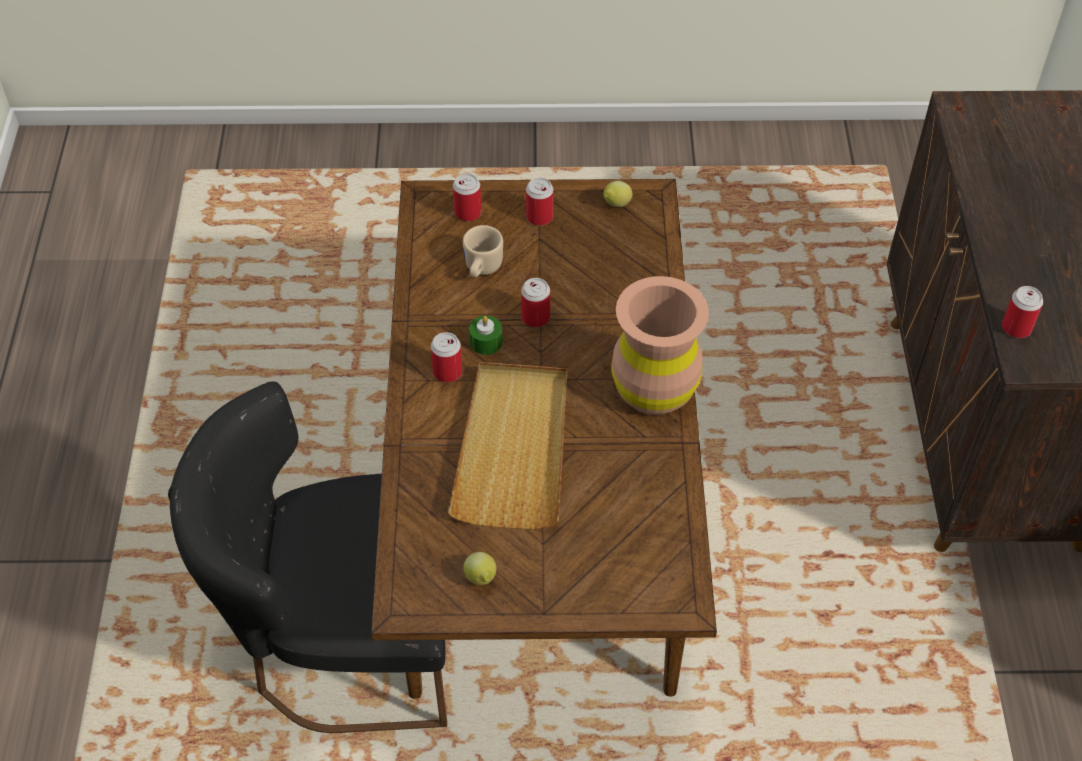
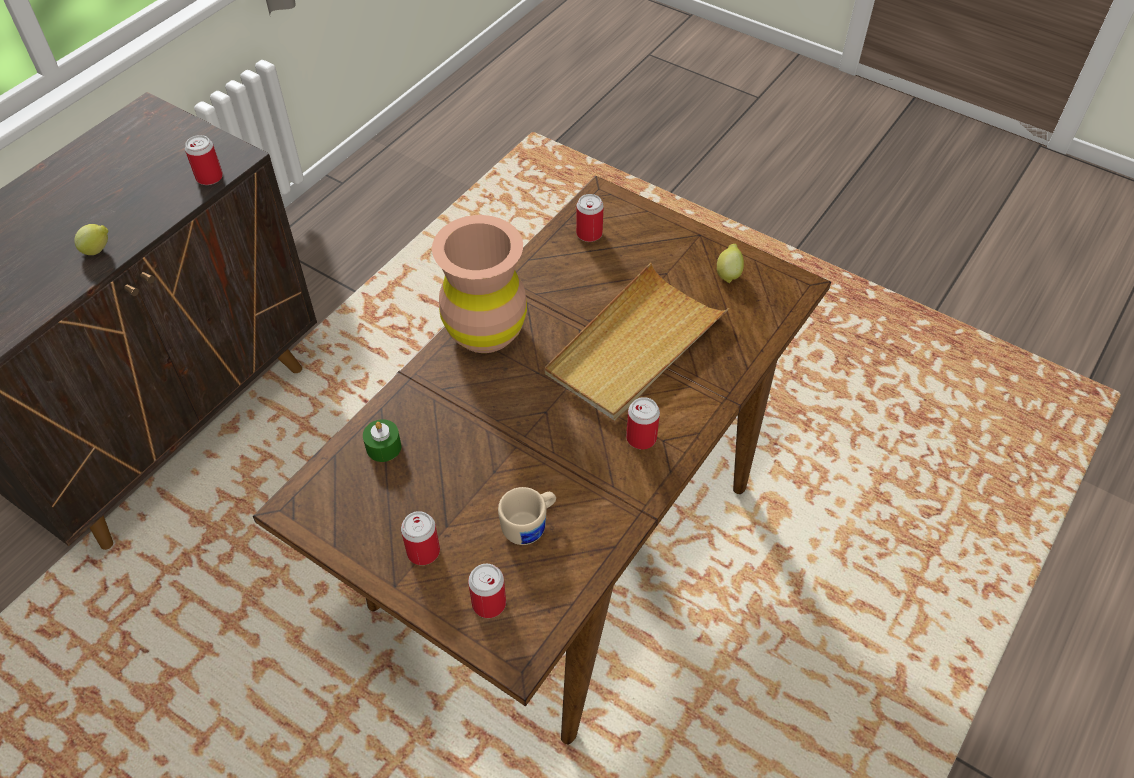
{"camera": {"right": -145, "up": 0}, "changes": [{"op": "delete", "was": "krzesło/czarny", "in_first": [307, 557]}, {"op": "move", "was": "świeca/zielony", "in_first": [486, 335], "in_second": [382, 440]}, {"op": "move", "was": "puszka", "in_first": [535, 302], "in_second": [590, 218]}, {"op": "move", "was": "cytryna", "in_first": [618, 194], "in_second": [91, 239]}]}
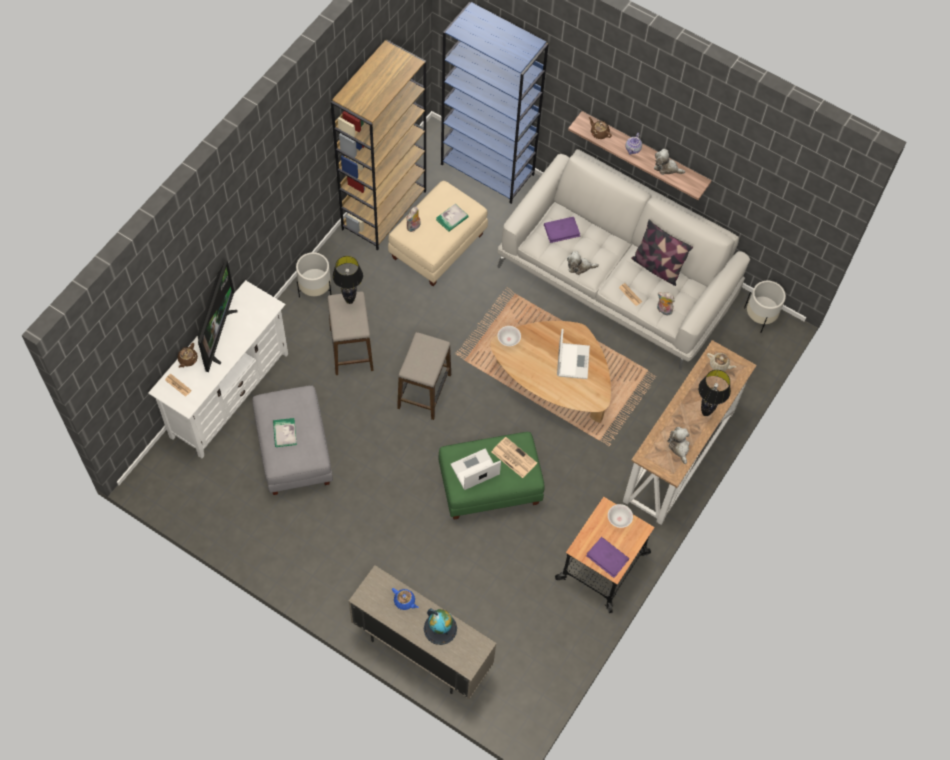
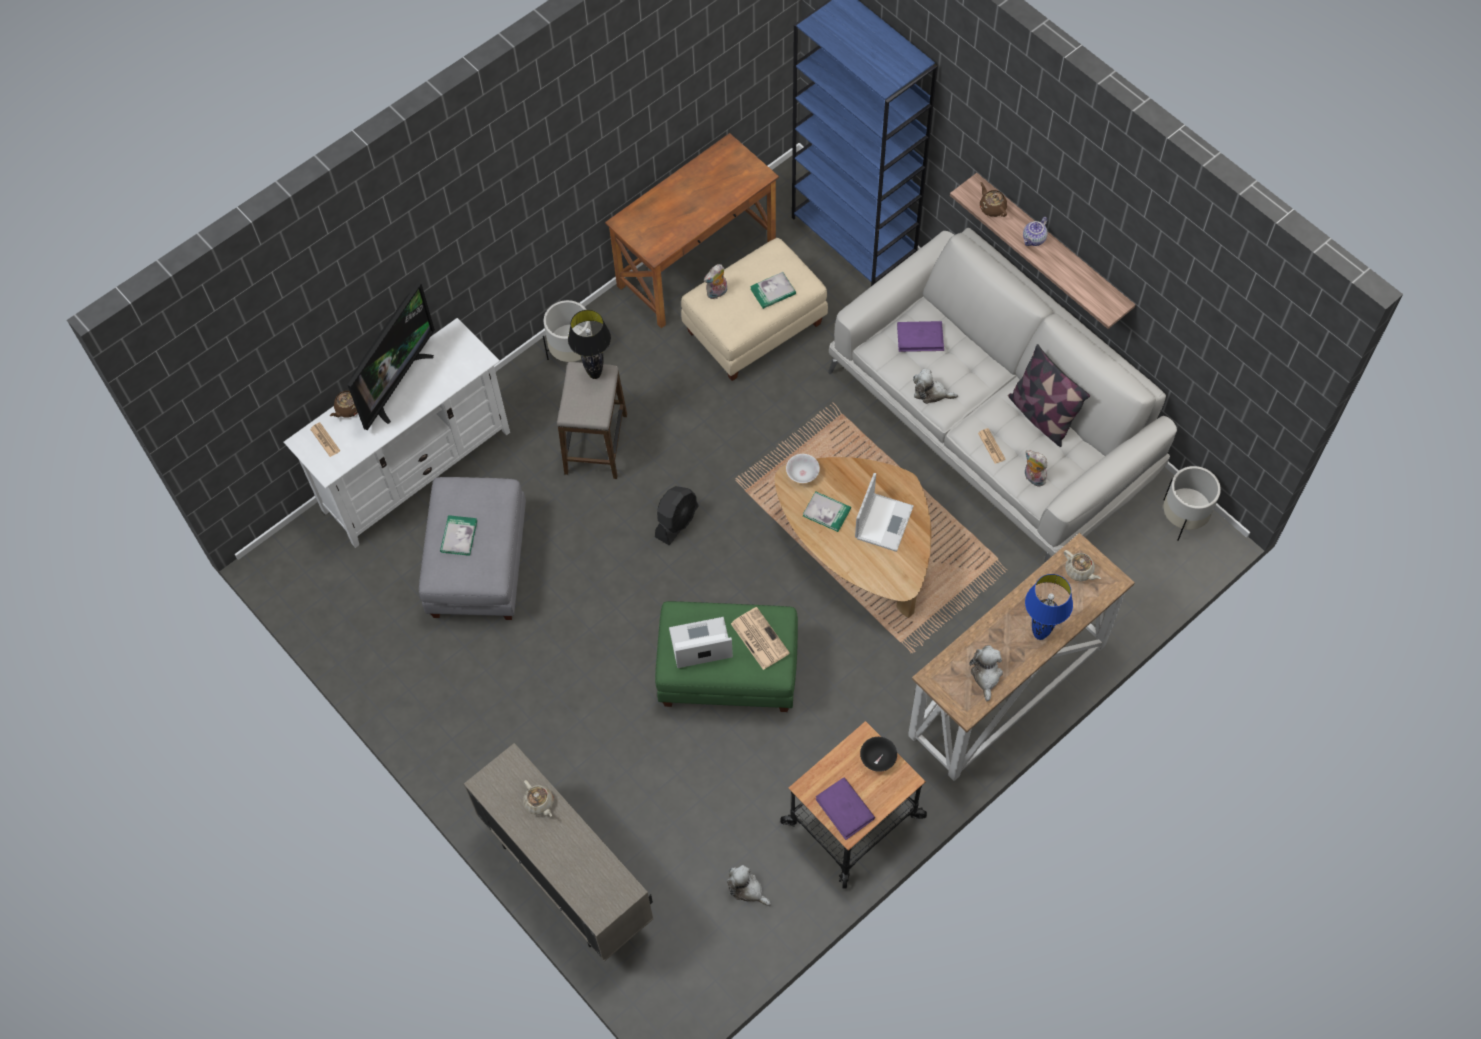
{"camera": {"right": 20, "up": 0}, "changes": [{"op": "delete", "was": "globus", "in_first": [440, 626]}, {"op": "insert", "now": "książka", "in_second": [827, 511]}, {"op": "move", "was": "pluszak", "in_first": [669, 162], "in_second": [749, 885]}, {"op": "replace", "was": "regał/brązowy", "now": "biurko/brązowy", "in_first": [378, 145], "in_second": [692, 230]}, {"op": "replace", "was": "stołek", "now": "wentylator/czarny", "in_first": [424, 376], "in_second": [677, 515]}, {"op": "recolor", "was": "imbryk/niebieski", "now": "imbryk/beżowy", "in_first": [405, 599], "in_second": [538, 798]}, {"op": "recolor", "was": "miska/biały", "now": "miska/czarny", "in_first": [620, 516], "in_second": [878, 754]}, {"op": "recolor", "was": "lampa stołowa/czarny", "now": "lampa stołowa/niebieski", "in_first": [714, 393], "in_second": [1049, 607]}]}
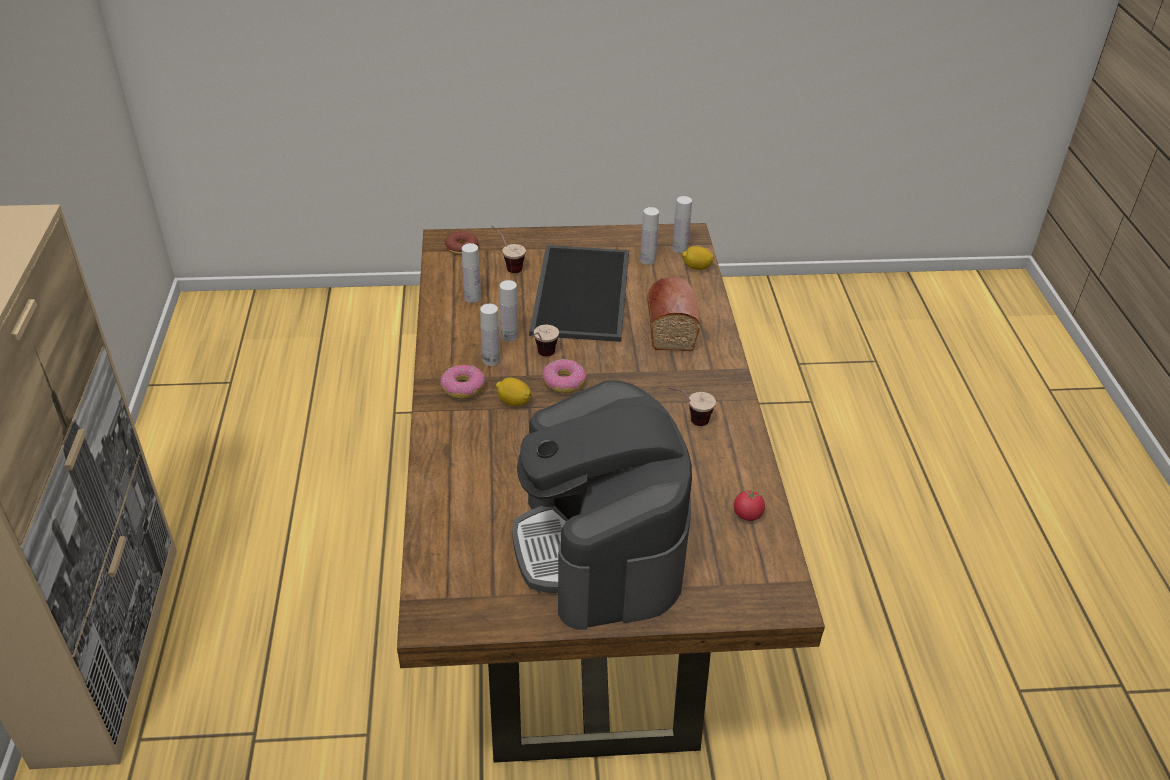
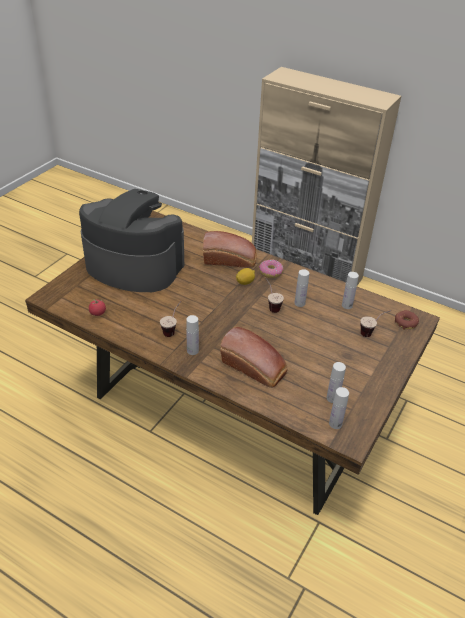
{"camera": {"right": 125, "up": 0}, "changes": [{"op": "delete", "was": "taca", "in_first": [579, 293]}, {"op": "delete", "was": "donut", "in_first": [564, 376]}, {"op": "delete", "was": "cytryna", "in_first": [698, 258]}, {"op": "insert", "now": "chleb", "in_second": [230, 249]}, {"op": "move", "was": "butelka/biały", "in_first": [490, 335], "in_second": [192, 335]}]}
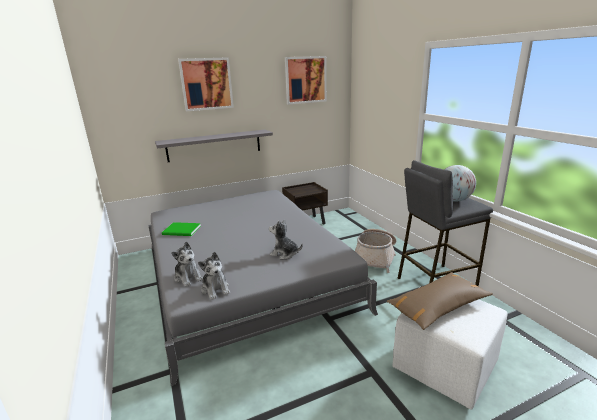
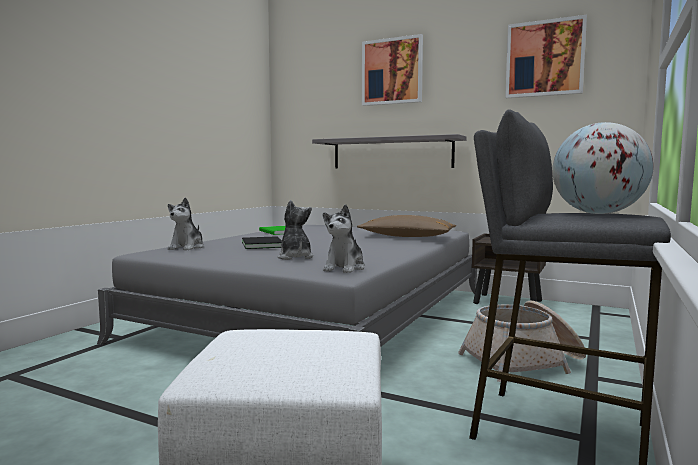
{"camera": {"right": 50, "up": -15}, "changes": [{"op": "insert", "now": "książka/czarny", "in_second": [262, 242]}, {"op": "move", "was": "pluszak", "in_first": [214, 276], "in_second": [344, 239]}, {"op": "move", "was": "poduszka/brązowy", "in_first": [440, 301], "in_second": [406, 226]}]}
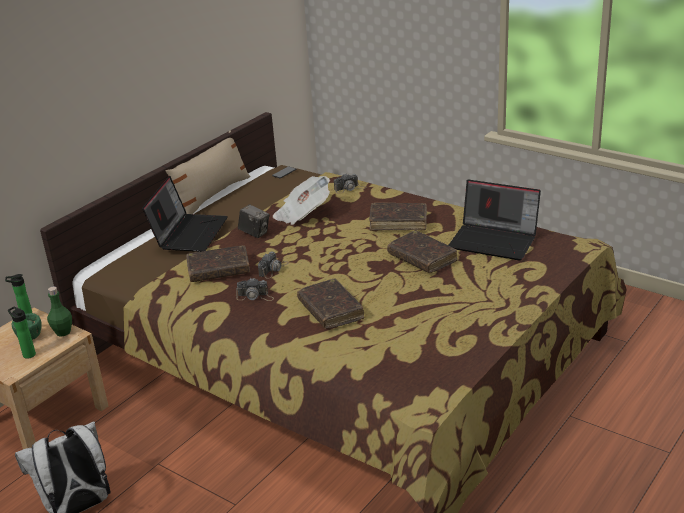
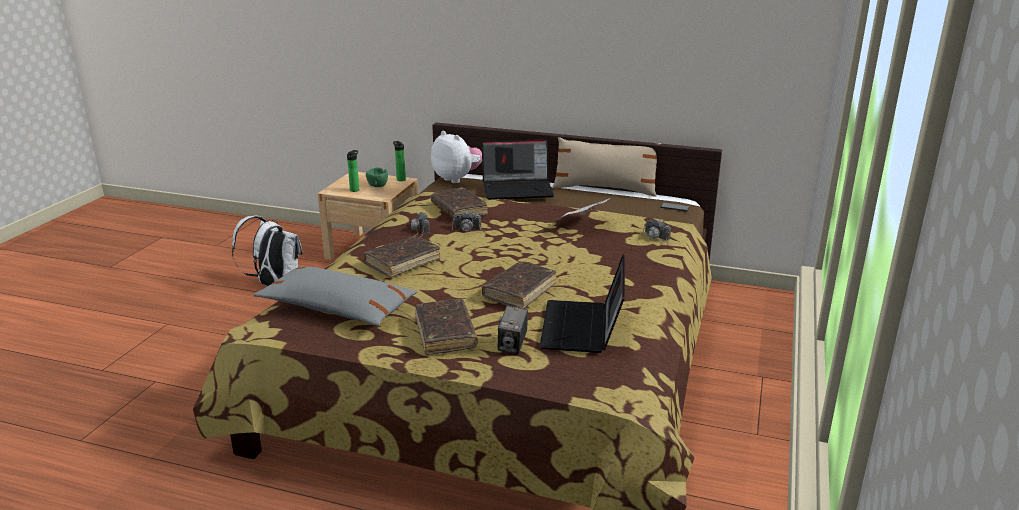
{"camera": {"right": 70, "up": -5}, "changes": [{"op": "delete", "was": "butelka/zielony", "in_first": [59, 311]}, {"op": "insert", "now": "poduszka/szary", "in_second": [335, 296]}, {"op": "insert", "now": "pluszak", "in_second": [456, 157]}, {"op": "move", "was": "aparat fotograficzny", "in_first": [253, 221], "in_second": [513, 330]}, {"op": "move", "was": "książka/brązowy", "in_first": [398, 217], "in_second": [446, 327]}]}
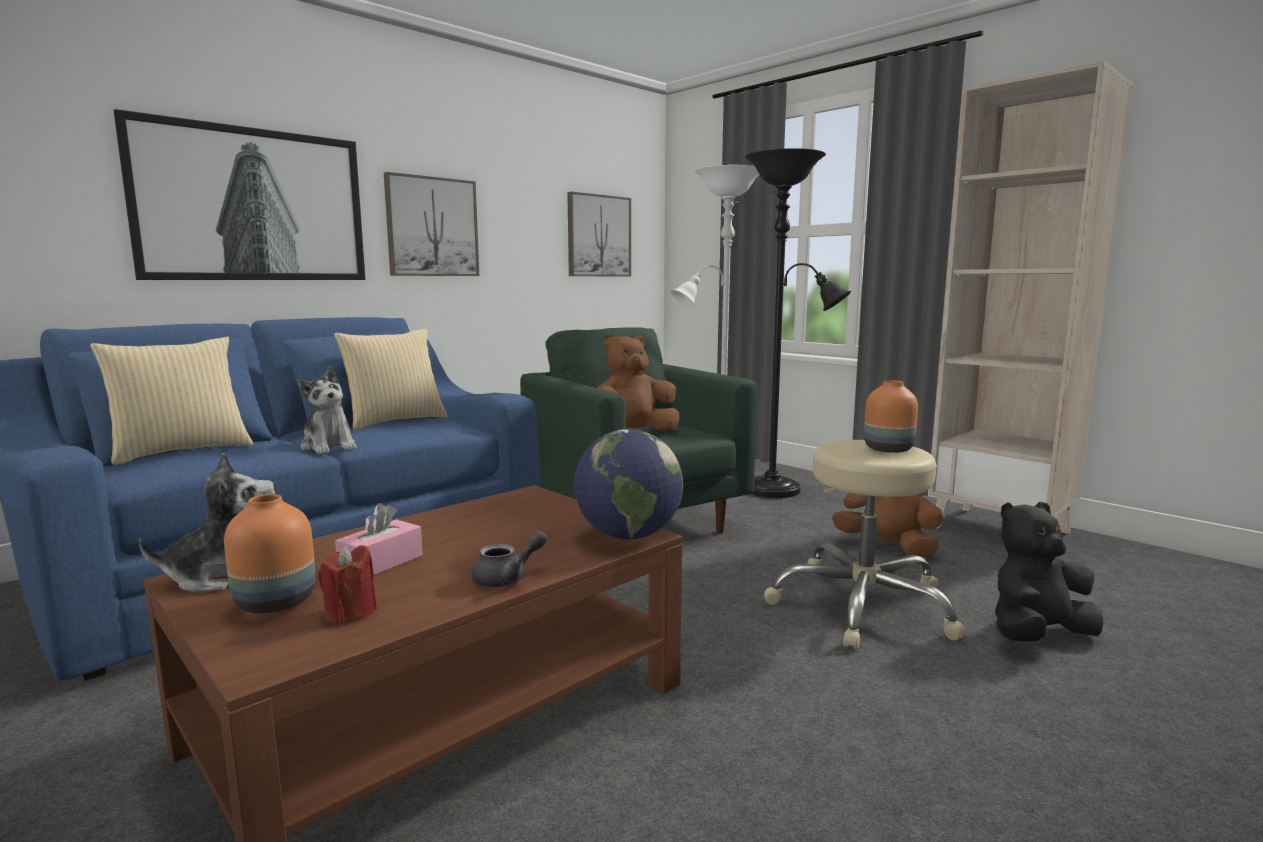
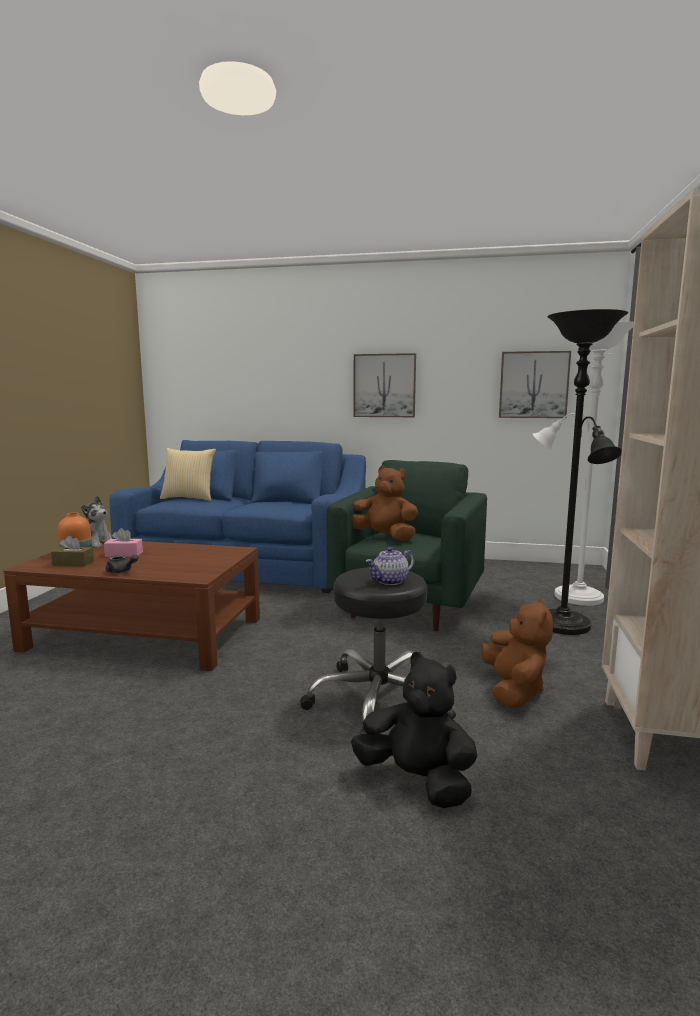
{"camera": {"right": 55, "up": 0}, "changes": [{"op": "delete", "was": "obraz", "in_first": [240, 194]}, {"op": "delete", "was": "pluszak", "in_first": [326, 410]}, {"op": "delete", "was": "poduszka", "in_first": [391, 379]}, {"op": "delete", "was": "globus", "in_first": [628, 484]}, {"op": "replace", "was": "świeca/czerwony", "now": "pudełko chusteczek/brązowy", "in_first": [347, 584], "in_second": [72, 551]}, {"op": "replace", "was": "wazon/pomarańczowy", "now": "imbryk", "in_first": [891, 416], "in_second": [390, 566]}, {"op": "recolor", "was": "stołek/beżowy", "now": "stołek/czarny", "in_first": [865, 544], "in_second": [378, 651]}]}
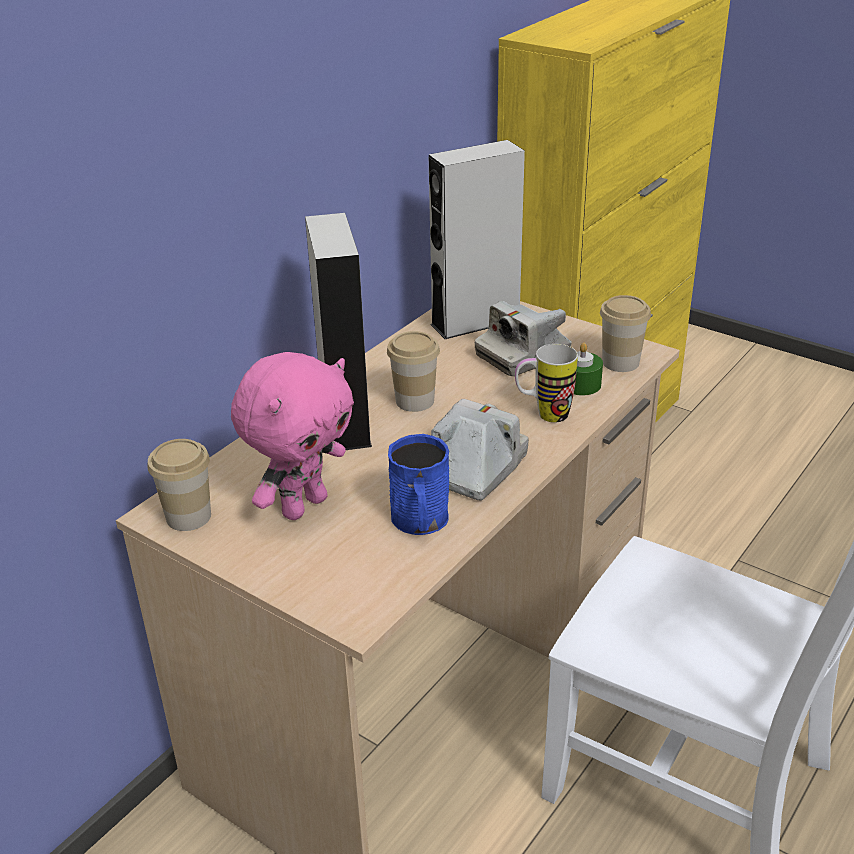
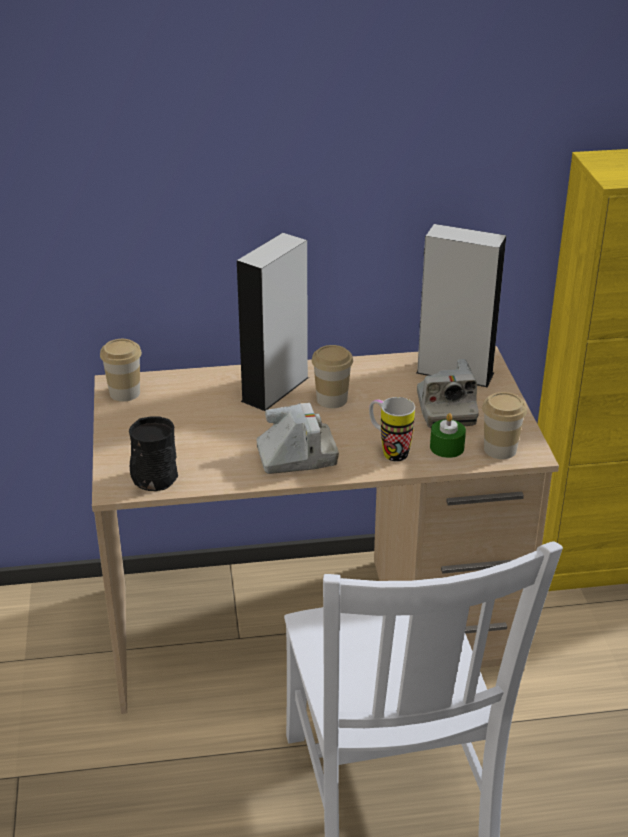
{"camera": {"right": 45, "up": 0}, "changes": [{"op": "delete", "was": "pluszak/różowy", "in_first": [292, 436]}, {"op": "delete", "was": "kubek/niebieski", "in_first": [418, 484]}, {"op": "insert", "now": "kubek/czarny", "in_second": [153, 453]}, {"op": "rotate", "was": "aparat fotograficzny", "in_first": [523, 338], "in_second": [448, 393], "clockwise": -105}]}
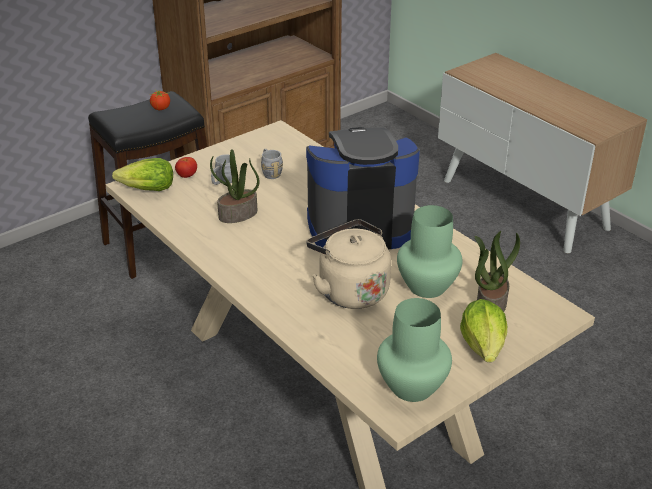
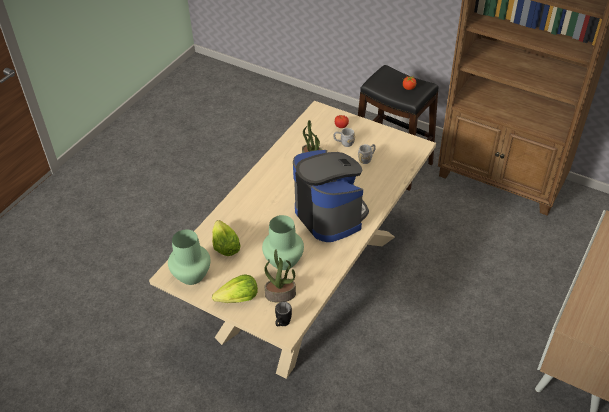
{"camera": {"right": 70, "up": 10}, "changes": [{"op": "delete", "was": "czajnik/beżowy", "in_first": [349, 264]}, {"op": "insert", "now": "kubek/czarny", "in_second": [283, 314]}, {"op": "move", "was": "sałata", "in_first": [142, 174], "in_second": [226, 238]}]}
